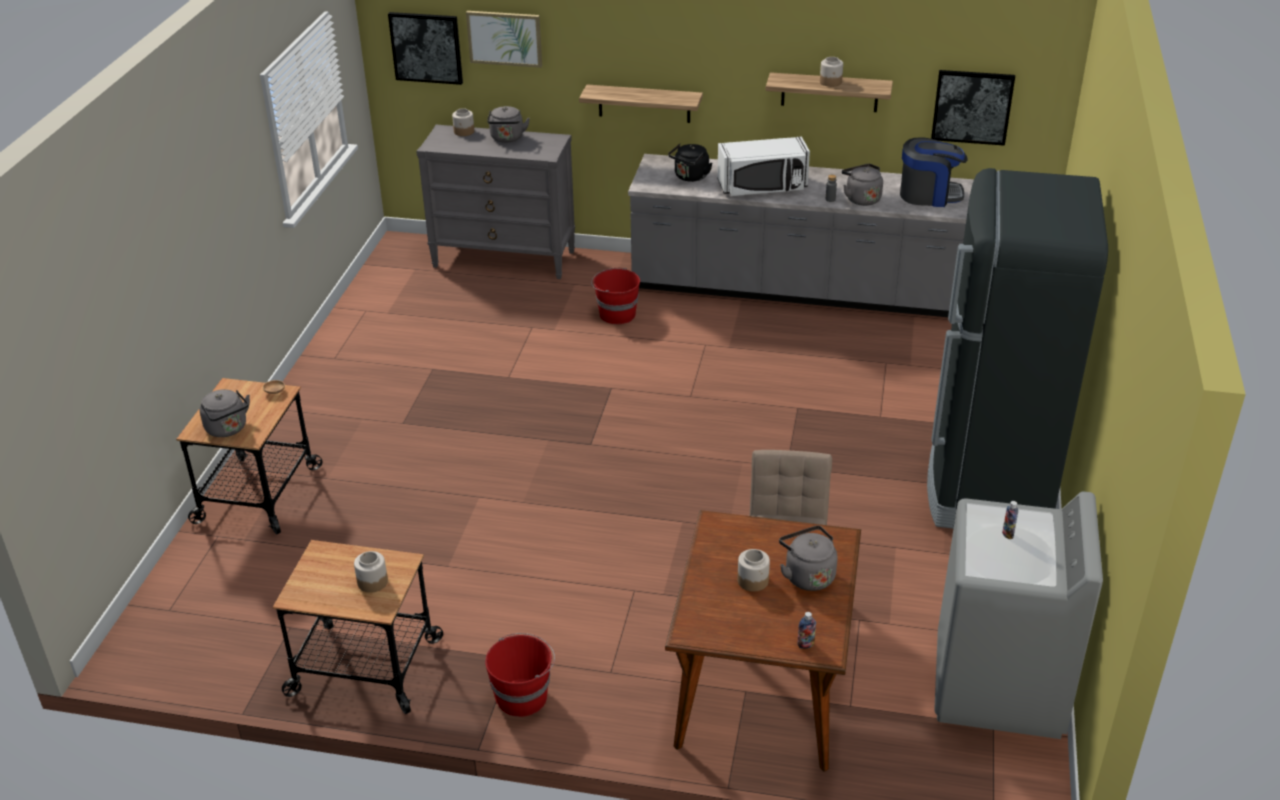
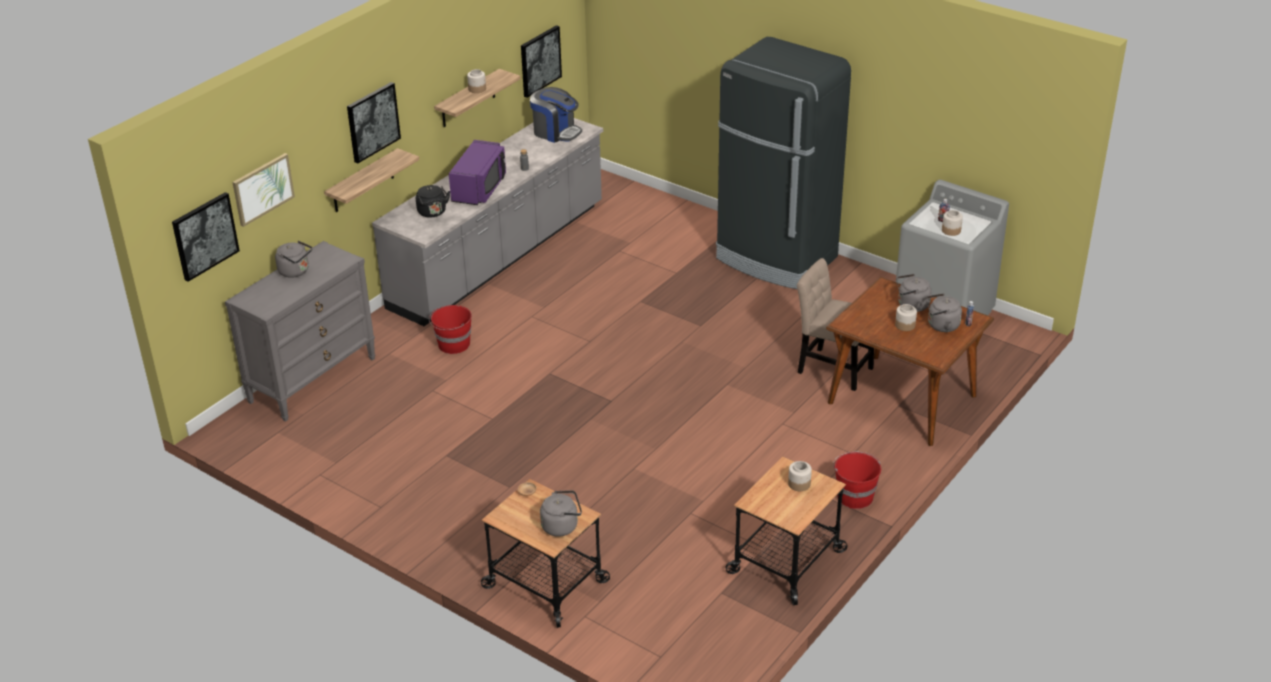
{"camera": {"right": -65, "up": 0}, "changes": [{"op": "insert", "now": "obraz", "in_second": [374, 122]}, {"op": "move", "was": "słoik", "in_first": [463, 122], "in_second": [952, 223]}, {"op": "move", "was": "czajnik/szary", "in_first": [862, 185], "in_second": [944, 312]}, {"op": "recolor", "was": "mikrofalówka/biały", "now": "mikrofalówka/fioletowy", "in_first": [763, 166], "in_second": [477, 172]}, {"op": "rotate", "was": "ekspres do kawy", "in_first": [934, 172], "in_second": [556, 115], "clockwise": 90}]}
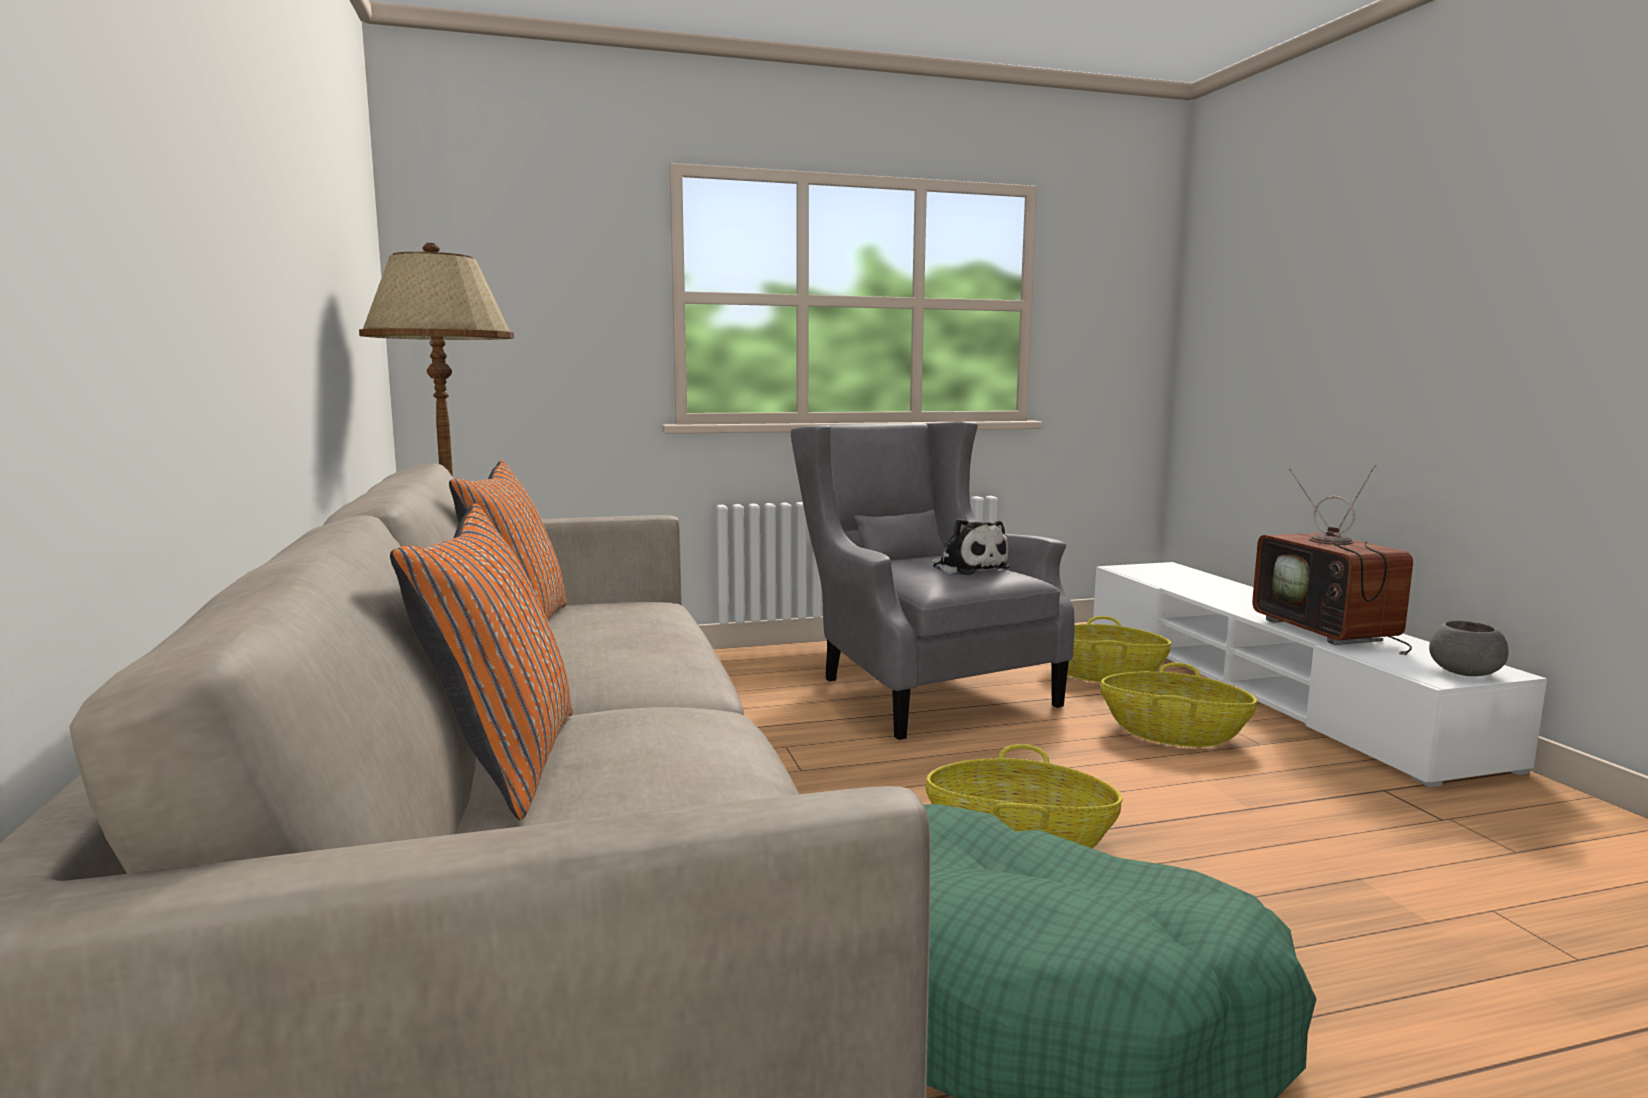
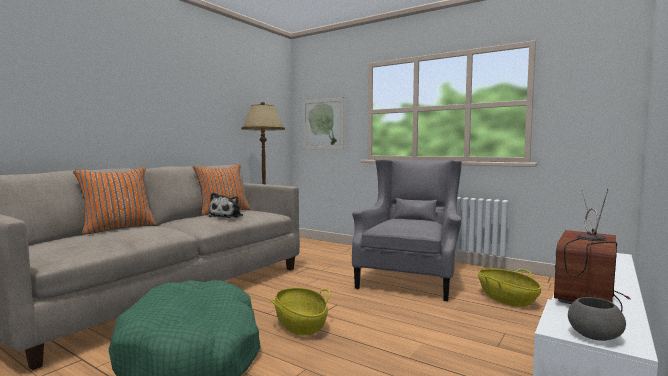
{"camera": {"right": 50, "up": -5}, "changes": [{"op": "delete", "was": "koszyk", "in_first": [1178, 705]}, {"op": "insert", "now": "obraz", "in_second": [323, 123]}, {"op": "move", "was": "pluszak", "in_first": [970, 546], "in_second": [225, 205]}]}
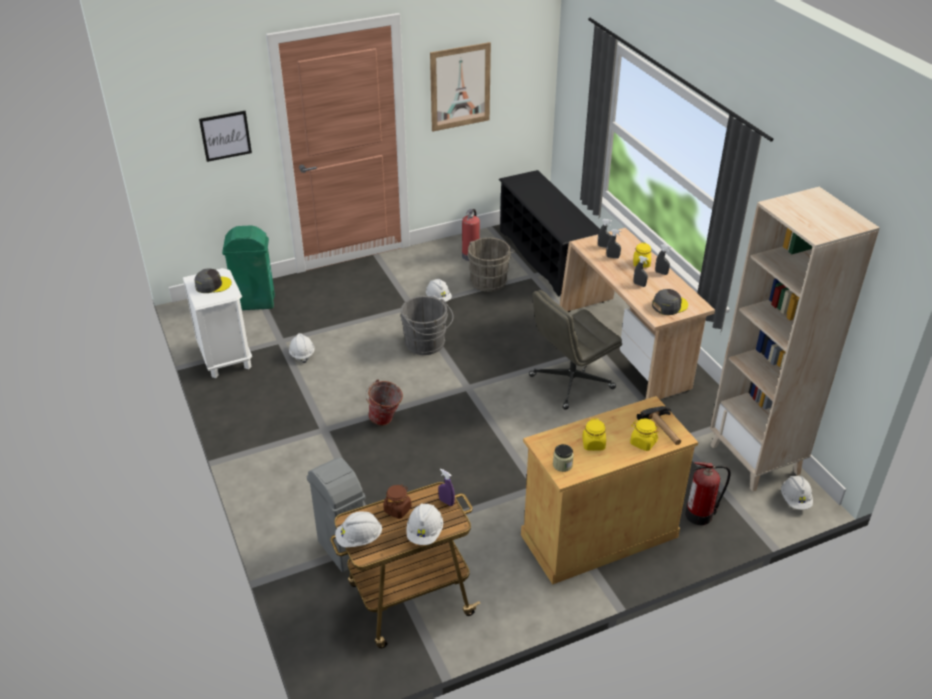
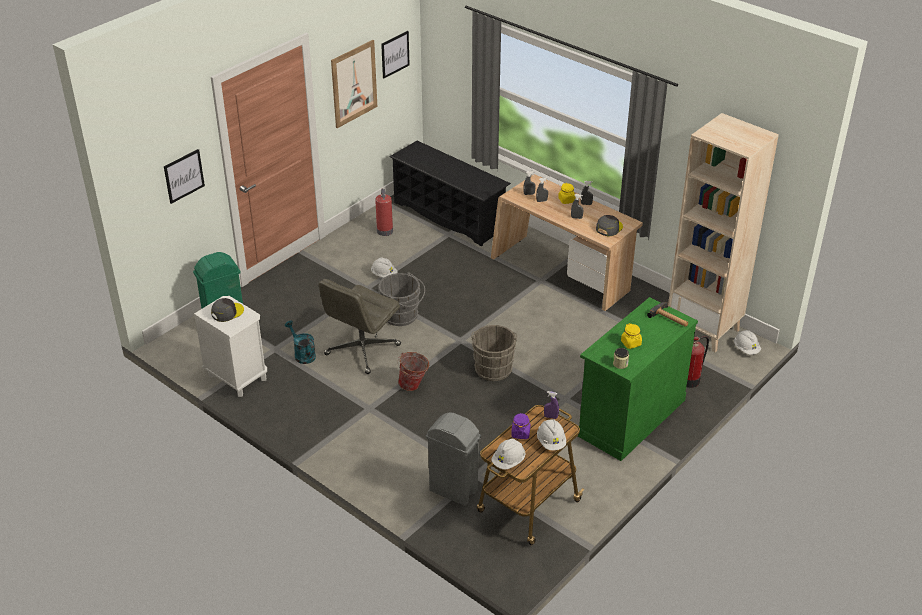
{"camera": {"right": -25, "up": 0}, "changes": [{"op": "delete", "was": "słoik/żółty", "in_first": [644, 434]}, {"op": "insert", "now": "obraz", "in_second": [395, 55]}, {"op": "move", "was": "wiadro/szary", "in_first": [491, 265], "in_second": [494, 353]}, {"op": "move", "was": "krzesło biurowe/szary", "in_first": [575, 350], "in_second": [360, 326]}, {"op": "replace", "was": "kask/biały", "now": "konewka/turkusowy", "in_first": [301, 348], "in_second": [300, 342]}, {"op": "recolor", "was": "słoik/brązowy", "now": "słoik/fioletowy", "in_first": [397, 501], "in_second": [520, 426]}, {"op": "recolor", "was": "szafka/beżowy", "now": "szafka/zielony", "in_first": [609, 490], "in_second": [638, 379]}]}
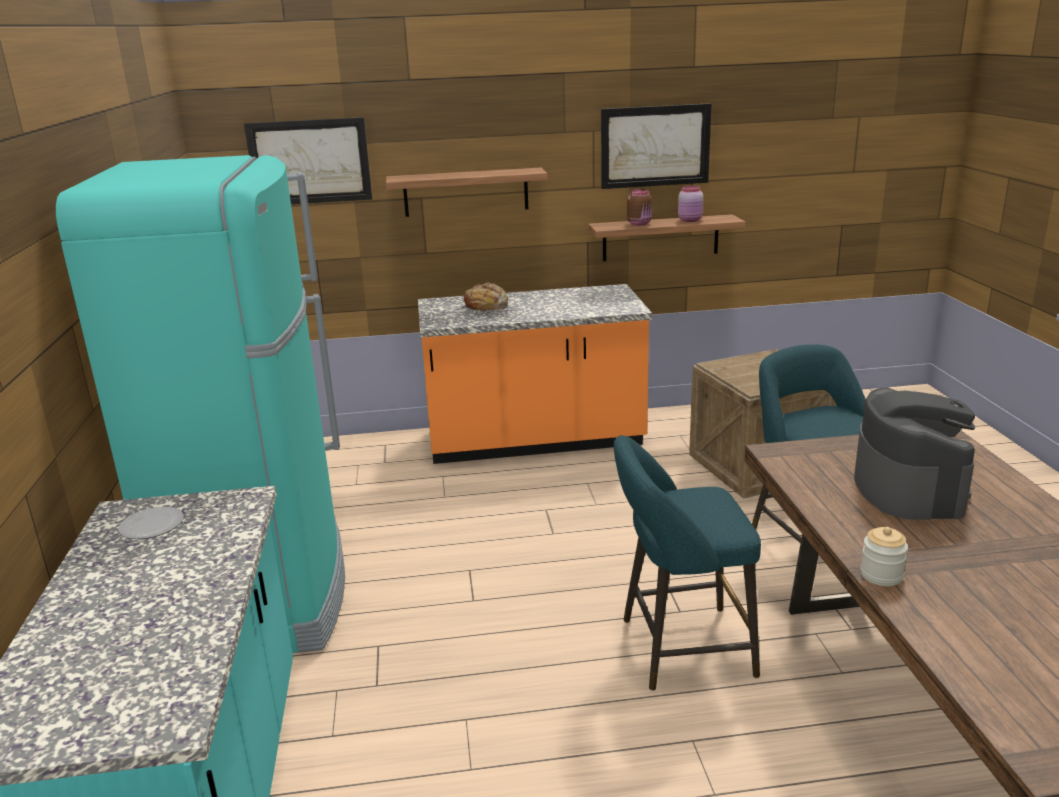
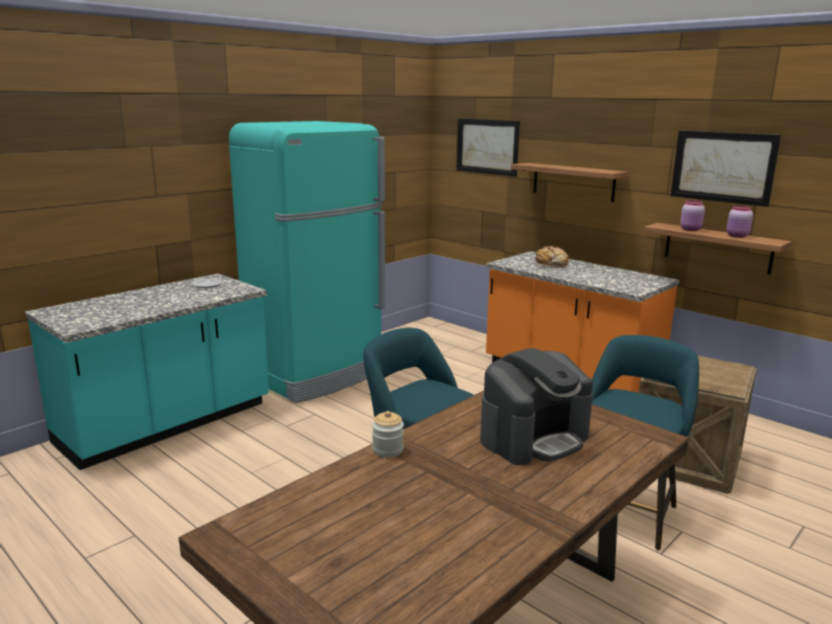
{"camera": {"right": 50, "up": -5}, "changes": [{"op": "recolor", "was": "słoik/brązowy", "now": "słoik/różowy", "in_first": [639, 207], "in_second": [692, 215]}]}
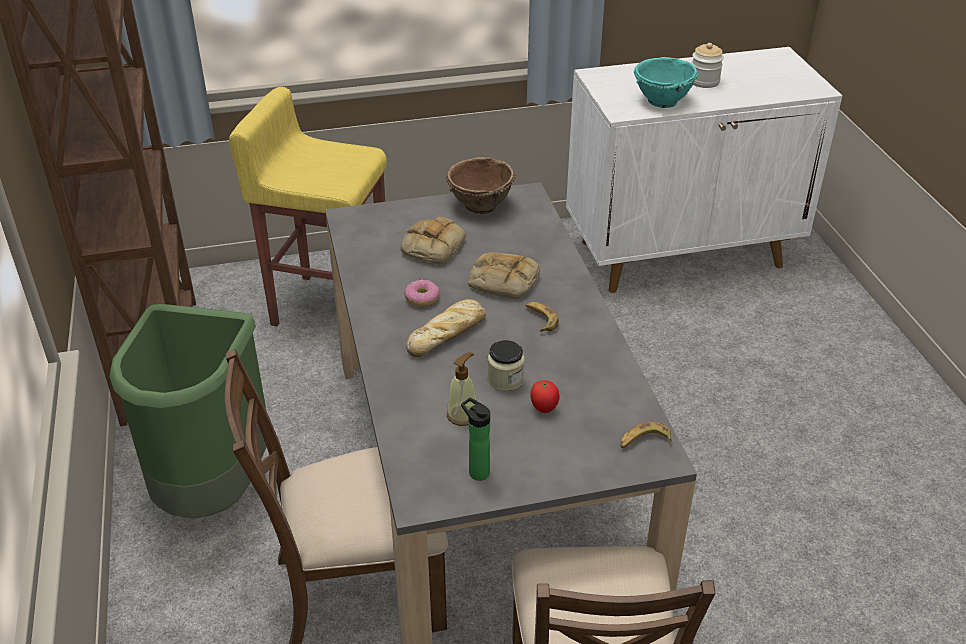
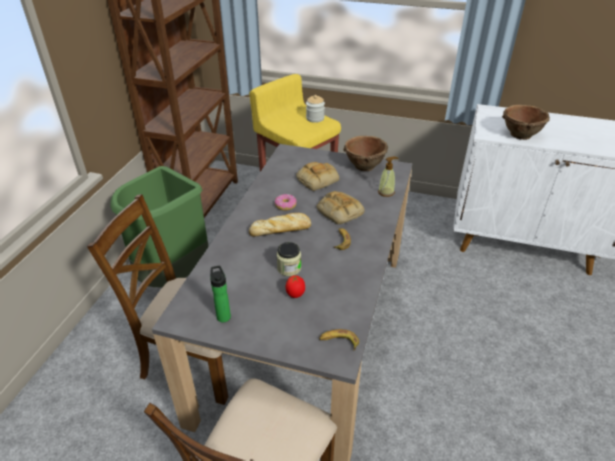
{"camera": {"right": 30, "up": 0}, "changes": [{"op": "move", "was": "dozownik mydła", "in_first": [462, 389], "in_second": [388, 177]}, {"op": "move", "was": "słoik", "in_first": [708, 65], "in_second": [315, 109]}, {"op": "recolor", "was": "miska/turkusowy", "now": "miska/brązowy", "in_first": [666, 82], "in_second": [526, 122]}]}
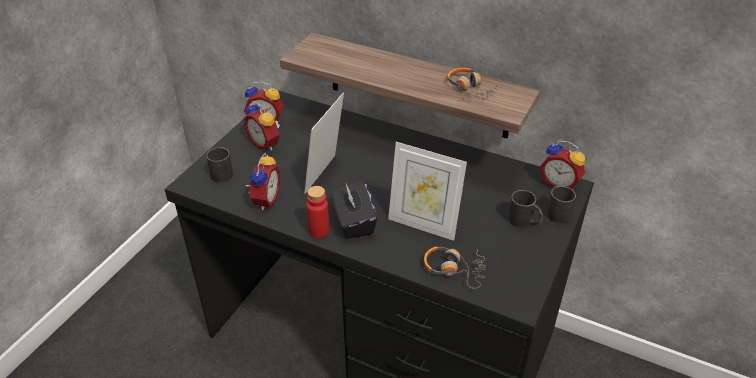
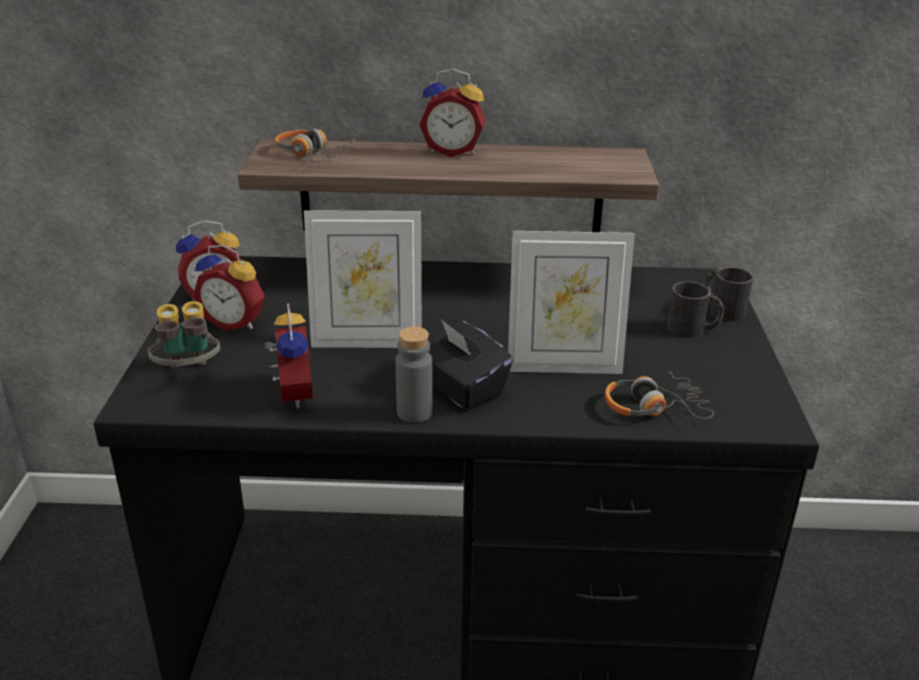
{"camera": {"right": -25, "up": -10}, "changes": [{"op": "move", "was": "słuchawki", "in_first": [473, 85], "in_second": [315, 145]}, {"op": "move", "was": "budzik", "in_first": [562, 165], "in_second": [452, 112]}, {"op": "replace", "was": "kubek/czarny", "now": "lornetka", "in_first": [219, 165], "in_second": [184, 334]}, {"op": "recolor", "was": "butelka/czerwony", "now": "butelka/szary", "in_first": [318, 212], "in_second": [414, 374]}, {"op": "rotate", "was": "ramka na zdjęcie", "in_first": [324, 143], "in_second": [363, 279], "clockwise": -90}]}
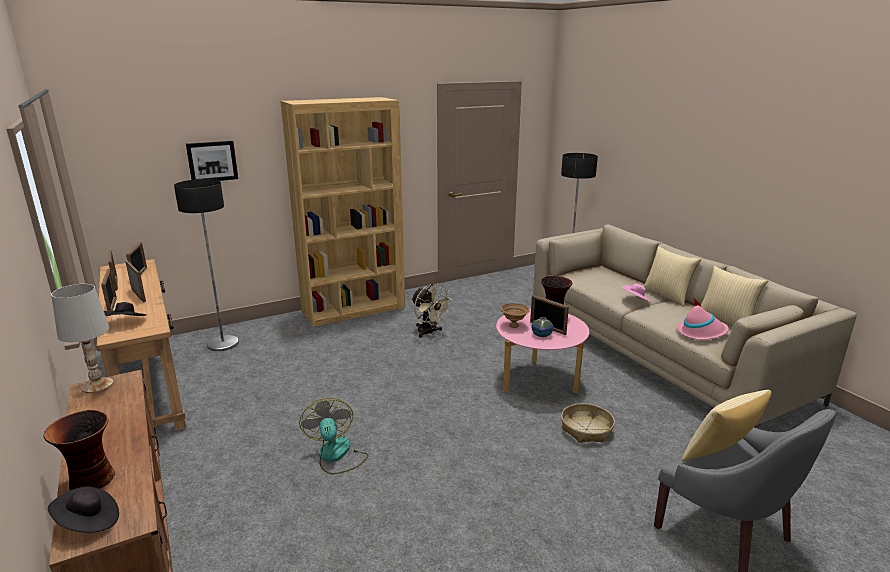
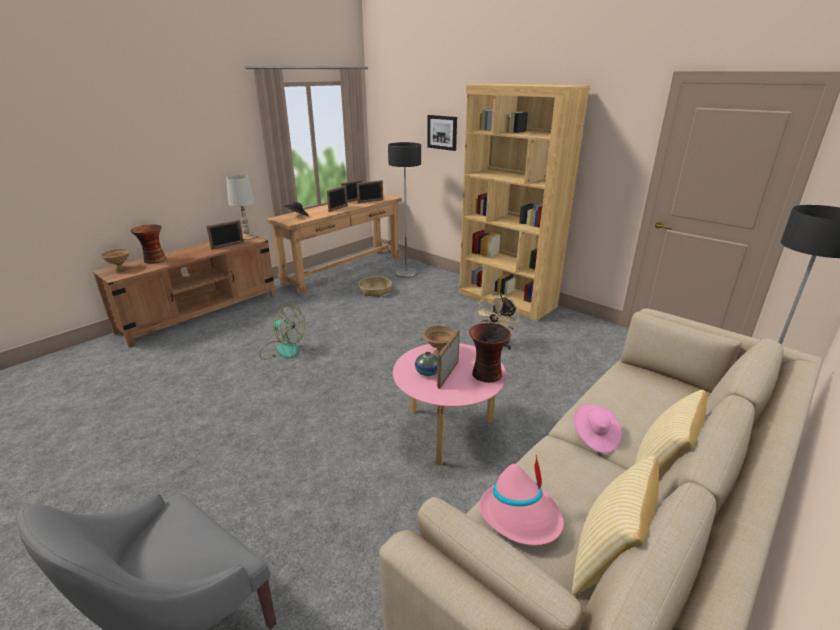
{"camera": {"right": 70, "up": 5}, "changes": [{"op": "delete", "was": "poduszka", "in_first": [726, 425]}, {"op": "move", "was": "ramka na zdjęcie", "in_first": [109, 292], "in_second": [225, 235]}, {"op": "move", "was": "koszyk", "in_first": [588, 423], "in_second": [375, 287]}, {"op": "replace", "was": "kapelusz/czarny", "now": "miska/brązowy", "in_first": [83, 510], "in_second": [115, 259]}, {"op": "rotate", "was": "wentylator", "in_first": [333, 436], "in_second": [282, 332], "clockwise": 60}]}
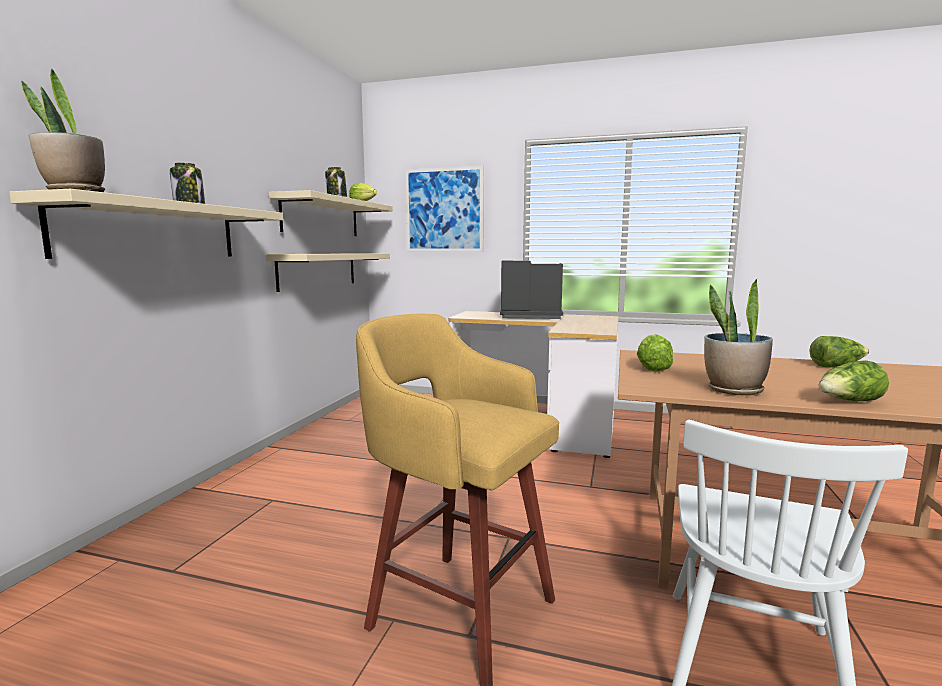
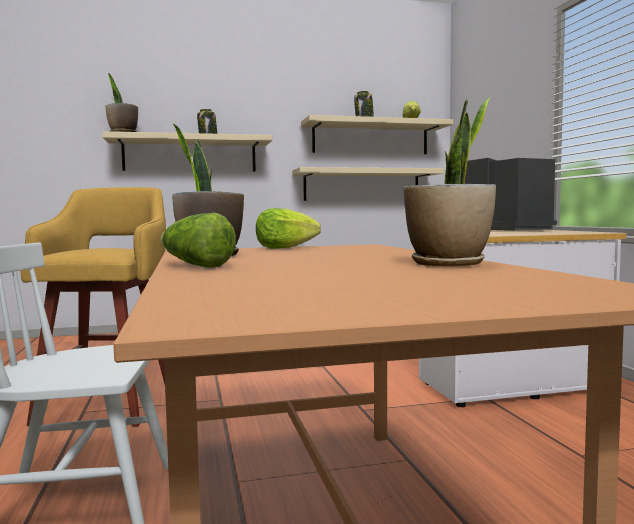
{"camera": {"right": 60, "up": -5}, "changes": [{"op": "delete", "was": "obraz", "in_first": [444, 209]}, {"op": "replace", "was": "sałata", "now": "roślina doniczkowa", "in_first": [839, 351], "in_second": [449, 181]}]}
